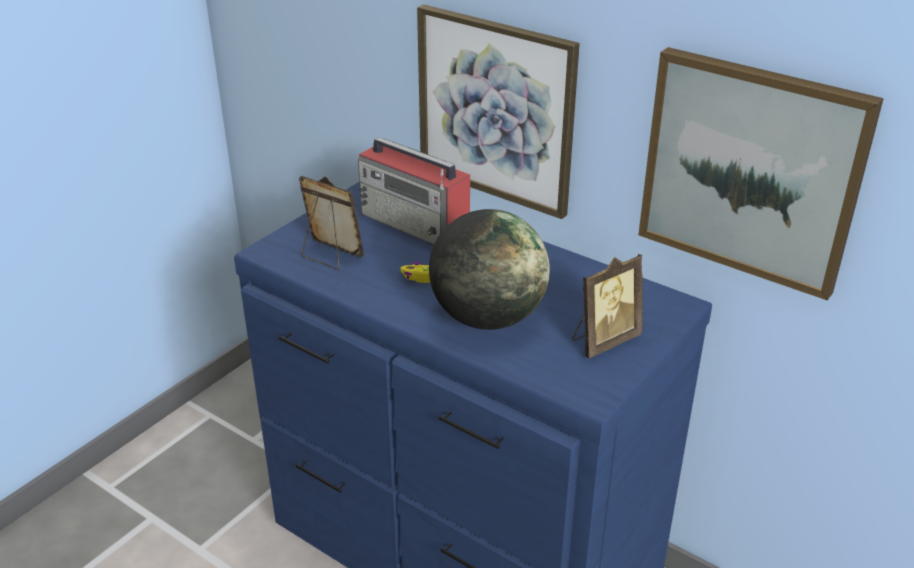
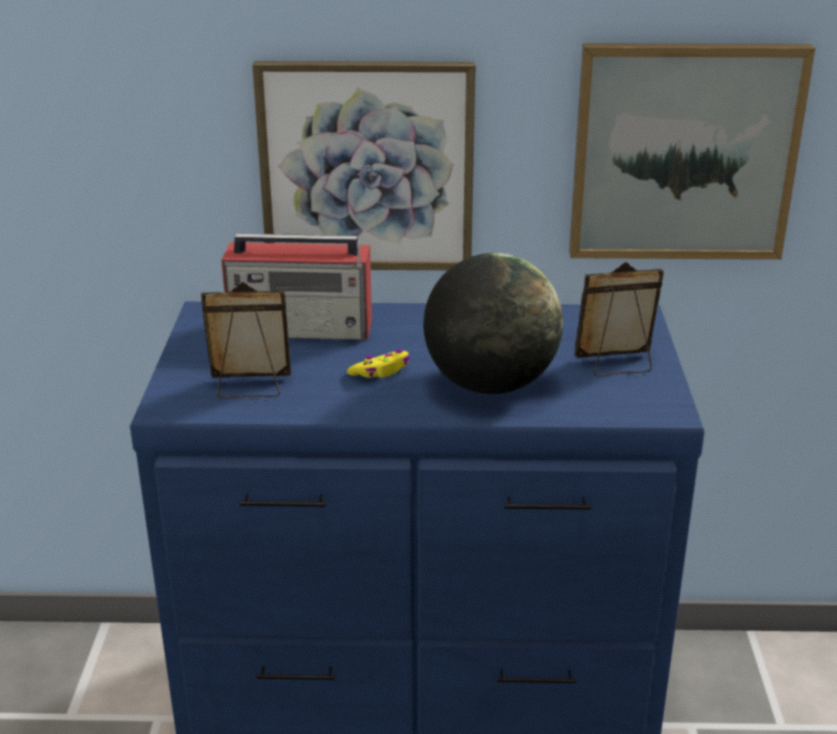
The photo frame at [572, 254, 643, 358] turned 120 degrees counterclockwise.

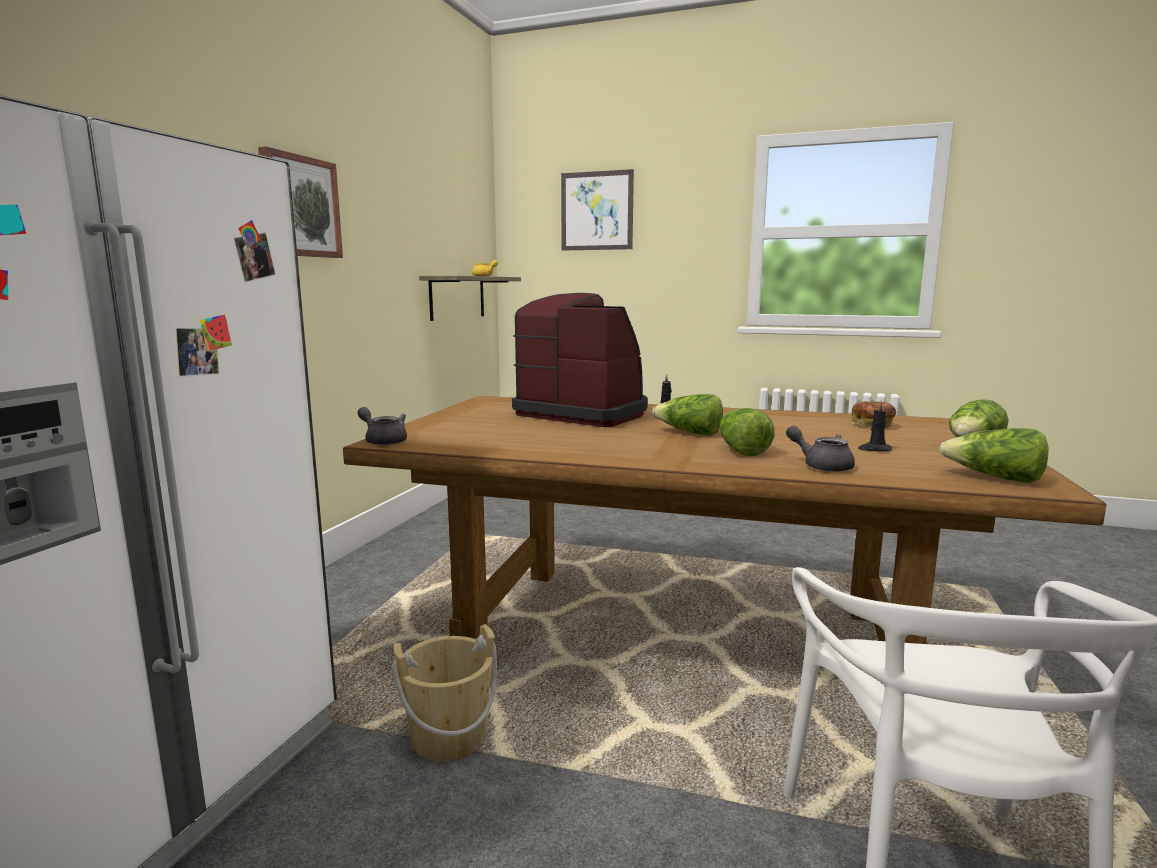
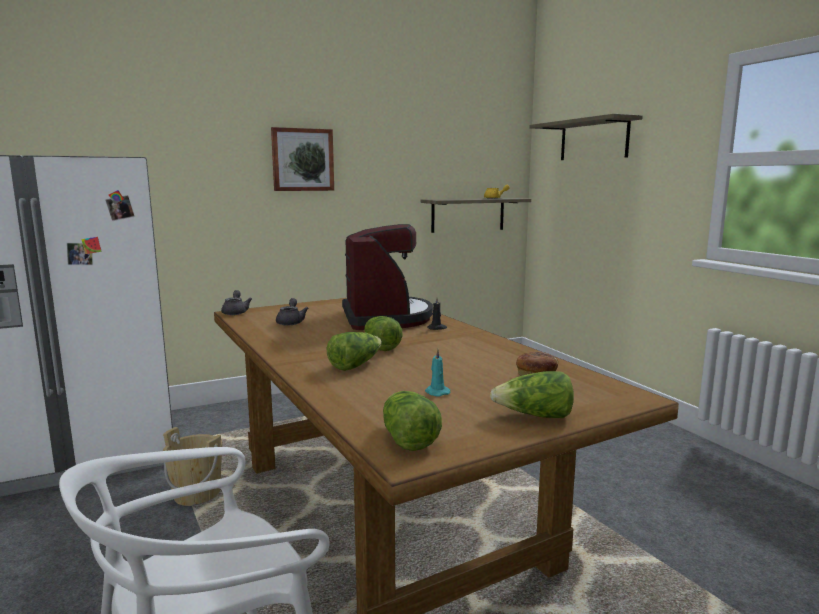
The pot for tea (gray) moved from [786, 426, 855, 472] to [276, 298, 309, 326].
The wax light (blackish) at [858, 401, 892, 452] became the wax light (blue-green) at [425, 349, 450, 396].
The picture at [561, 169, 634, 251] was replaced by the bracket shelf at [529, 114, 643, 160].

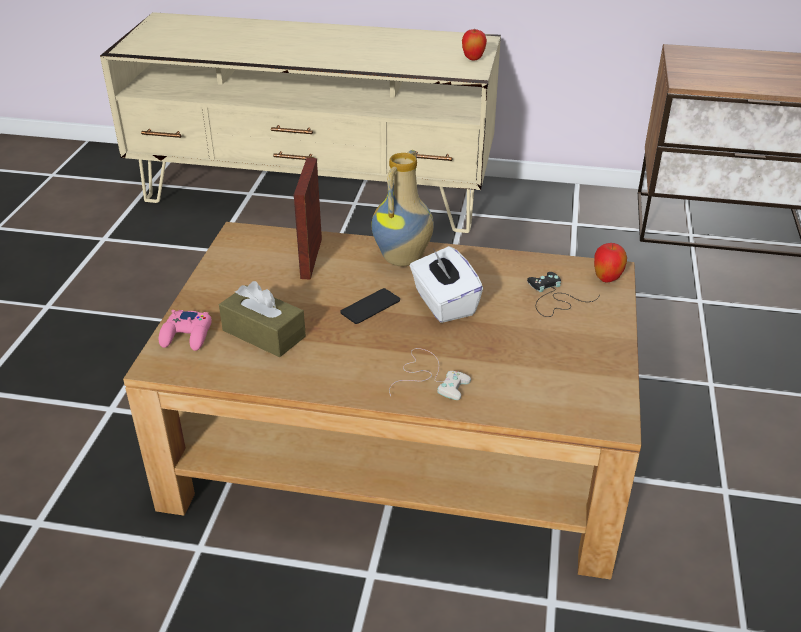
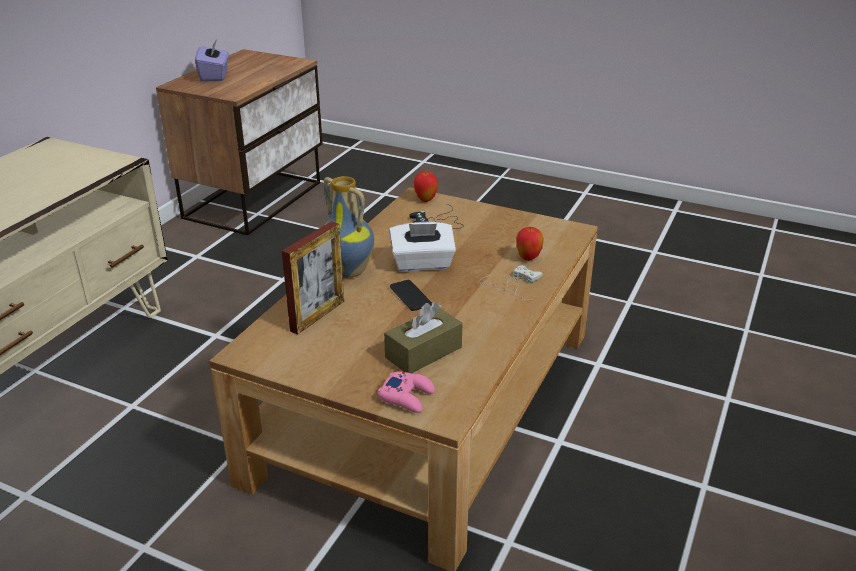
The tissue holder (purple) at [195, 39, 229, 82] appeared.
The photo frame at [294, 158, 322, 280] turned 75 degrees counterclockwise.
The apple fruit moved from [462, 29, 487, 60] to [517, 227, 544, 261].

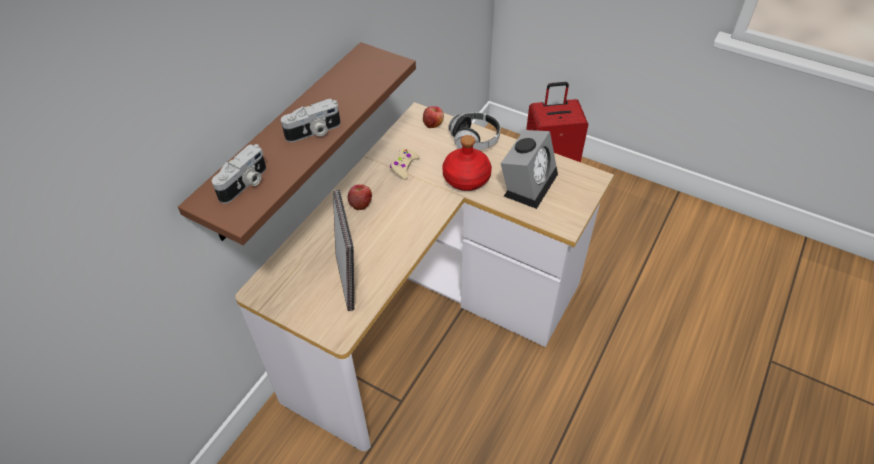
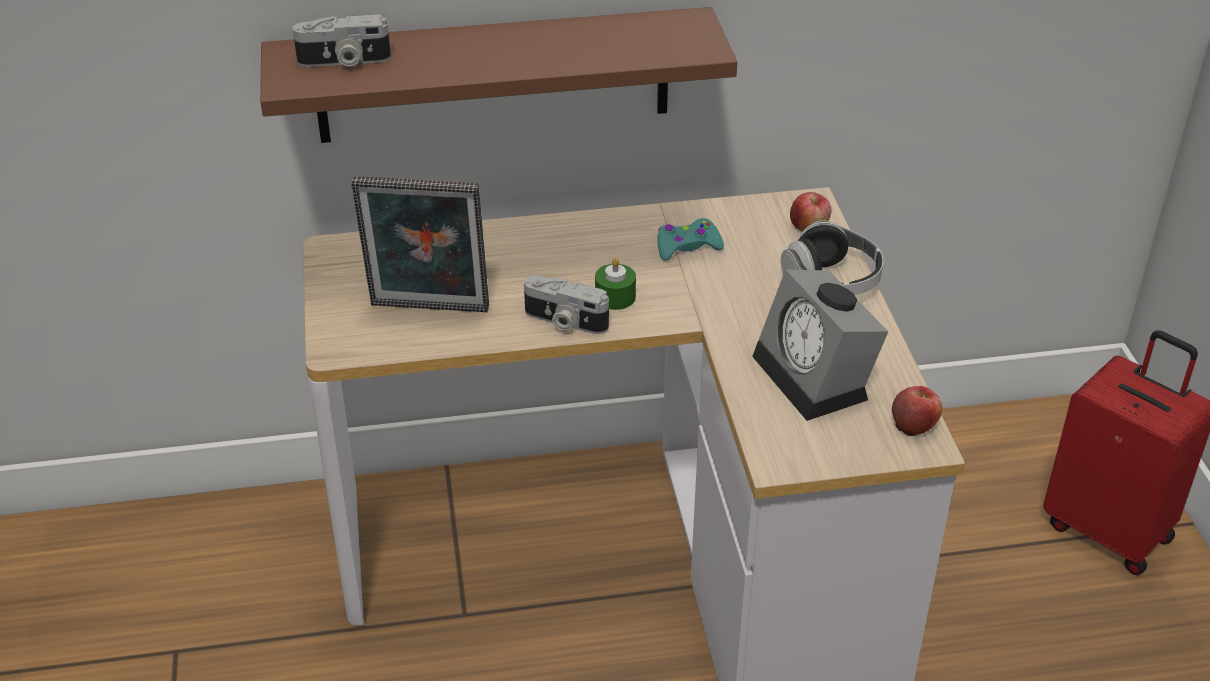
The photo frame at [333, 190, 354, 311] turned 60 degrees clockwise.
The still camera moved from [281, 99, 341, 142] to [524, 276, 609, 334].
The wax light (green) at [595, 258, 636, 310] appeared.
The game controller (beige-coloured) at [390, 148, 420, 180] became the game controller (blue-green) at [657, 218, 724, 261].
The bedside clock at [501, 130, 558, 209] turned 75 degrees clockwise.
The apple fruit moved from [348, 184, 372, 210] to [892, 386, 943, 436].
The beverage bottle (red-coloured) at [442, 135, 492, 191] disappeared.

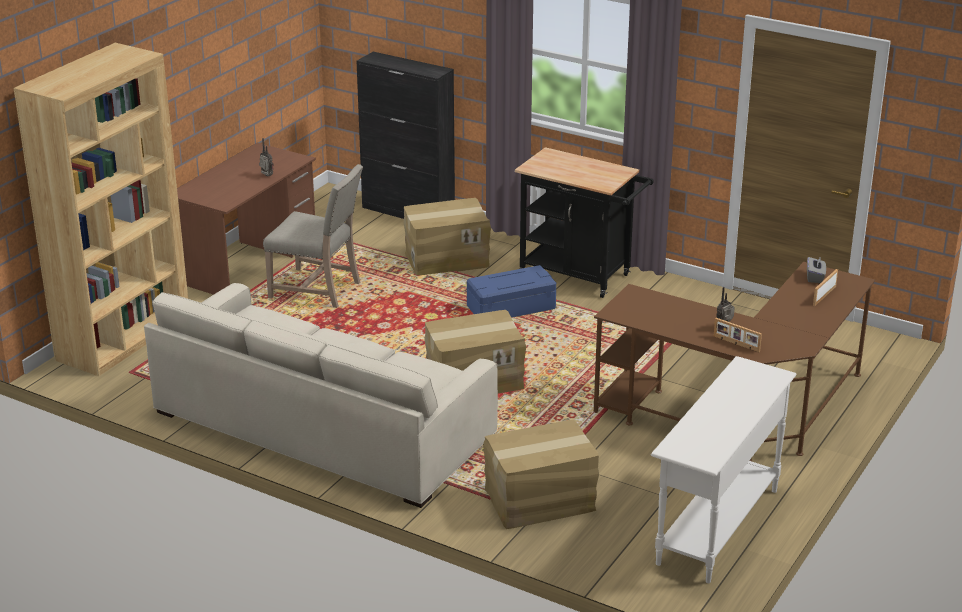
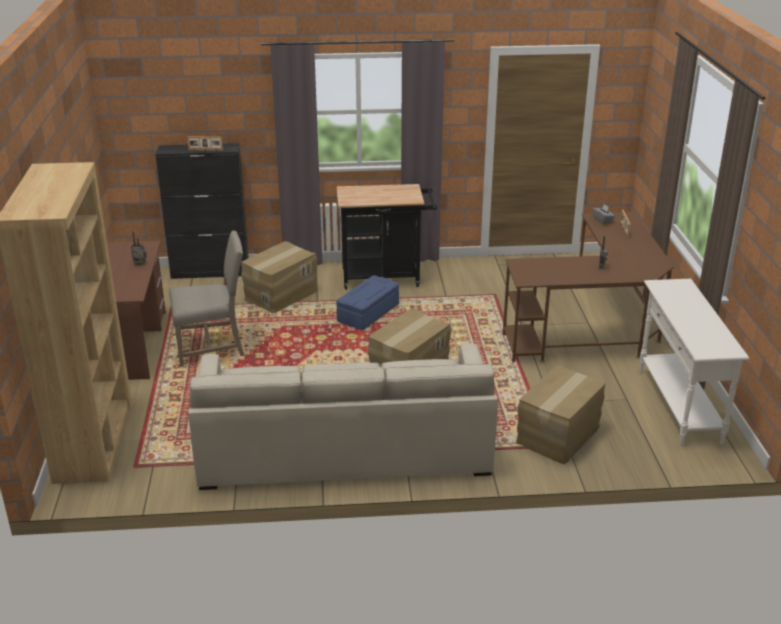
The photo frame moved from [714, 318, 762, 352] to [187, 136, 223, 151].

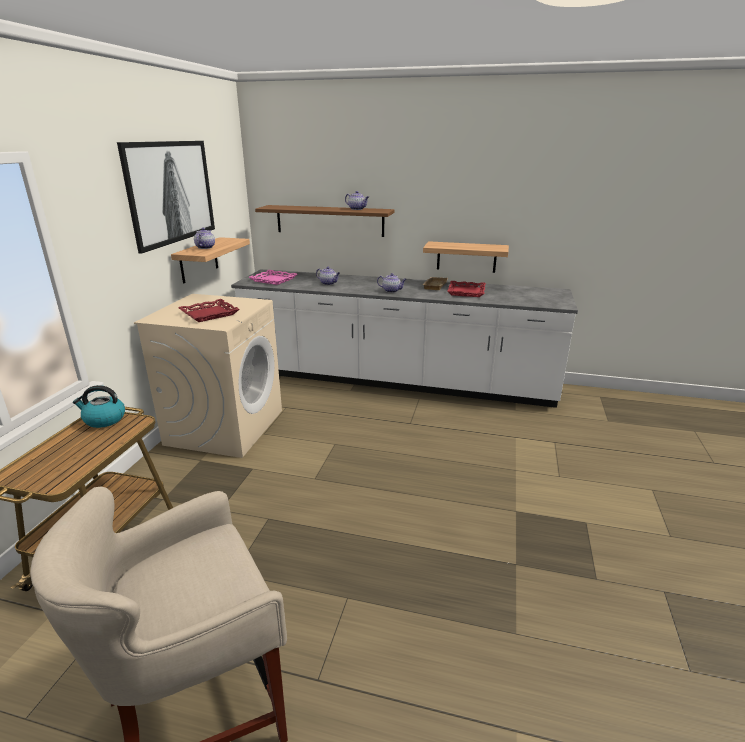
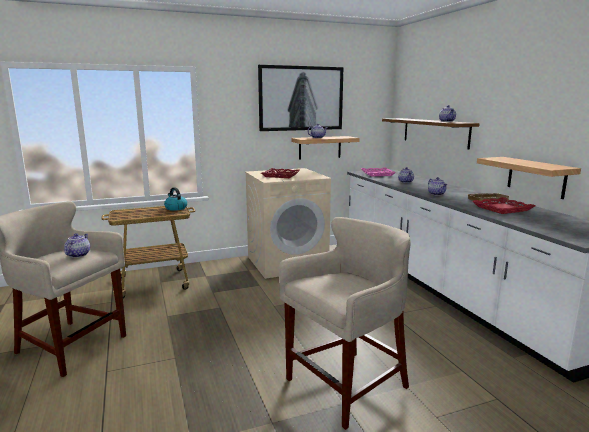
The pot for tea at [64, 233, 90, 258] appeared.
The stool (beige-coloured) at [279, 217, 411, 430] appeared.

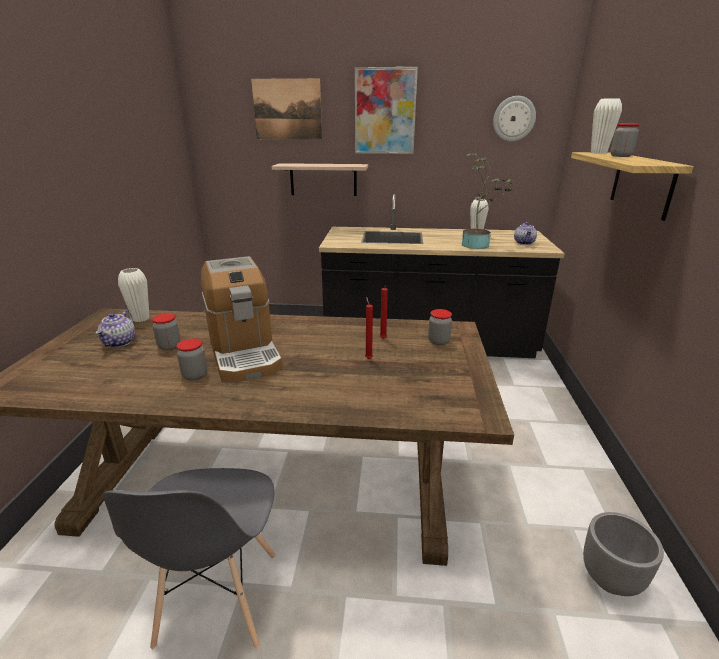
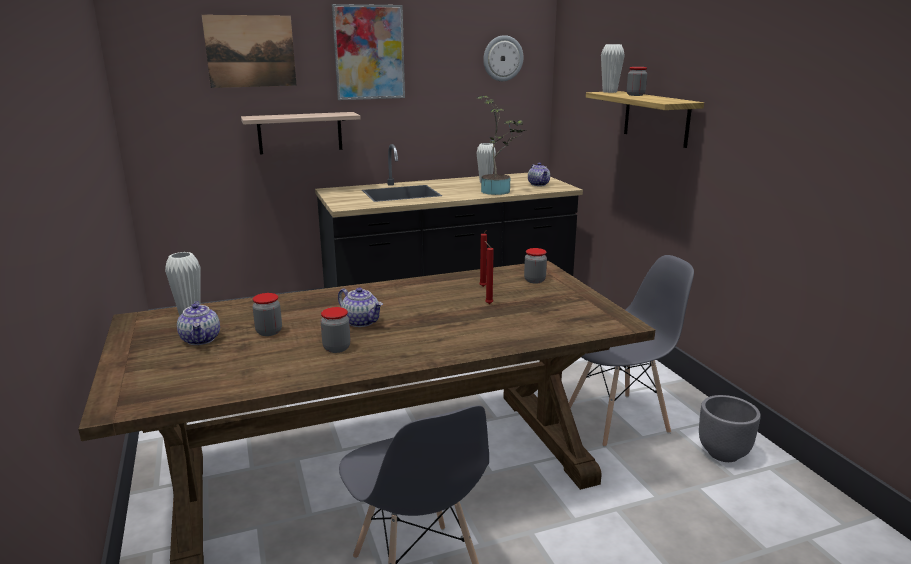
The coffee brewer at [201, 256, 282, 382] was replaced by the pot for tea at [338, 287, 383, 327].
The chair (gray) at [569, 255, 694, 447] appeared.

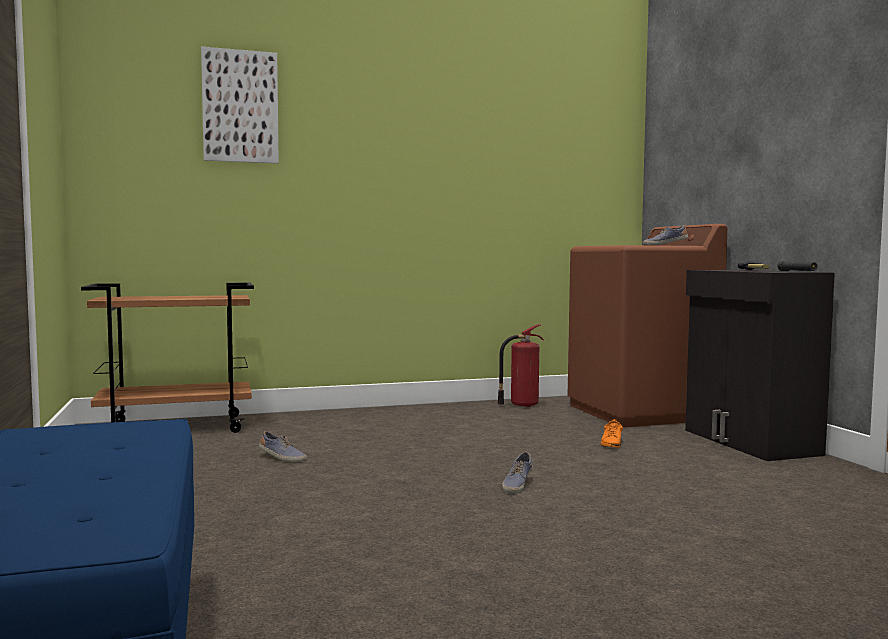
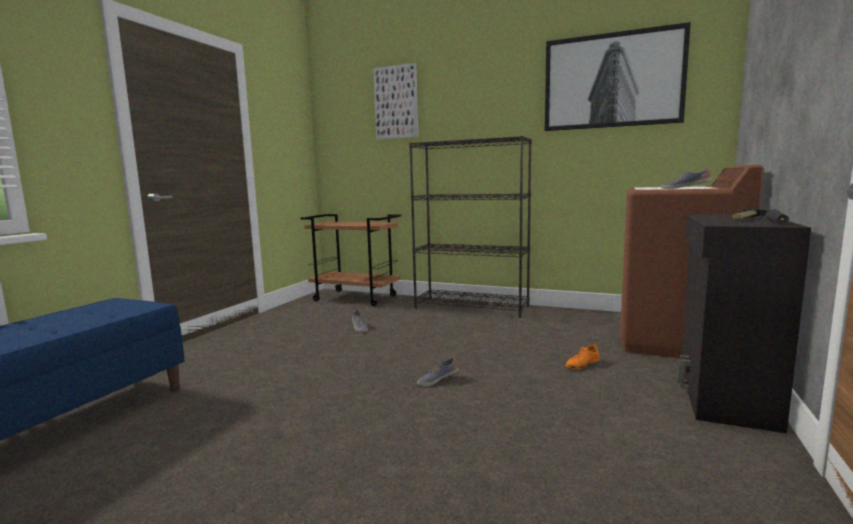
The bookshelf (blackish) at [409, 136, 532, 318] appeared.
The picture at [545, 22, 691, 131] appeared.
The fire-fighting cylinder at [498, 324, 544, 407] disappeared.

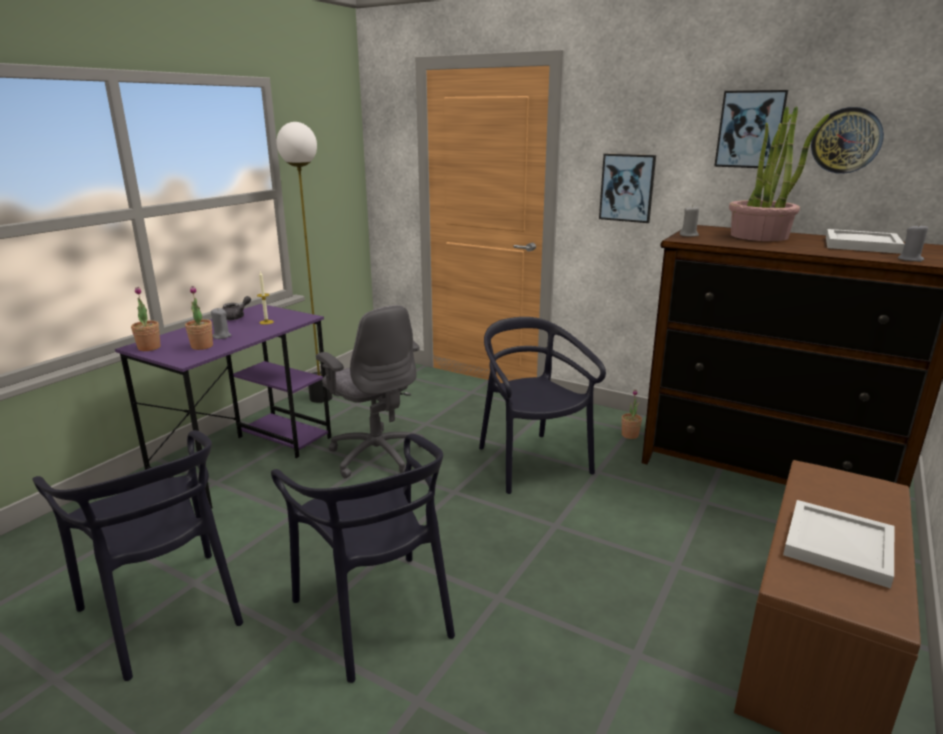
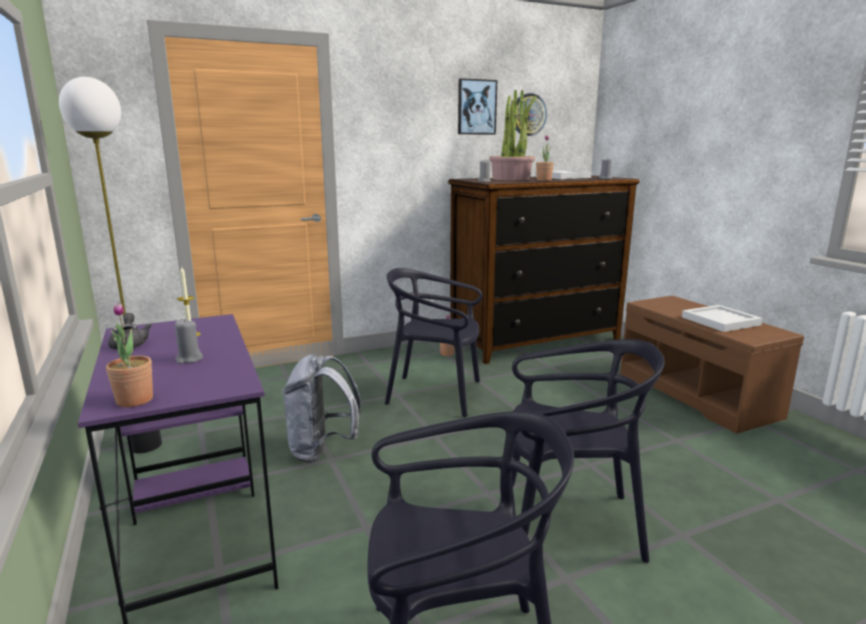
The office chair (gray) at [316, 305, 425, 478] was replaced by the backpack (gray) at [282, 354, 361, 463].
The potted plant moved from [185, 286, 213, 350] to [536, 135, 554, 181].
The picture at [599, 154, 656, 223] disappeared.

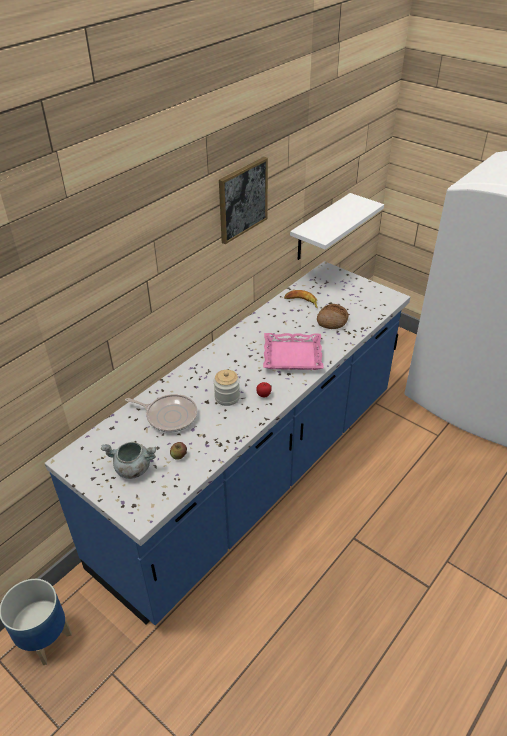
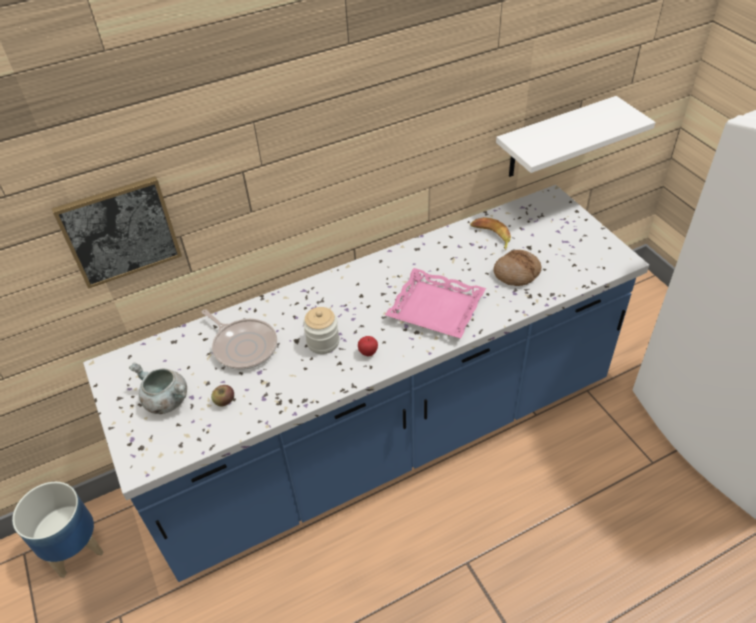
The picture moved from [219, 157, 268, 244] to [52, 176, 182, 289].

